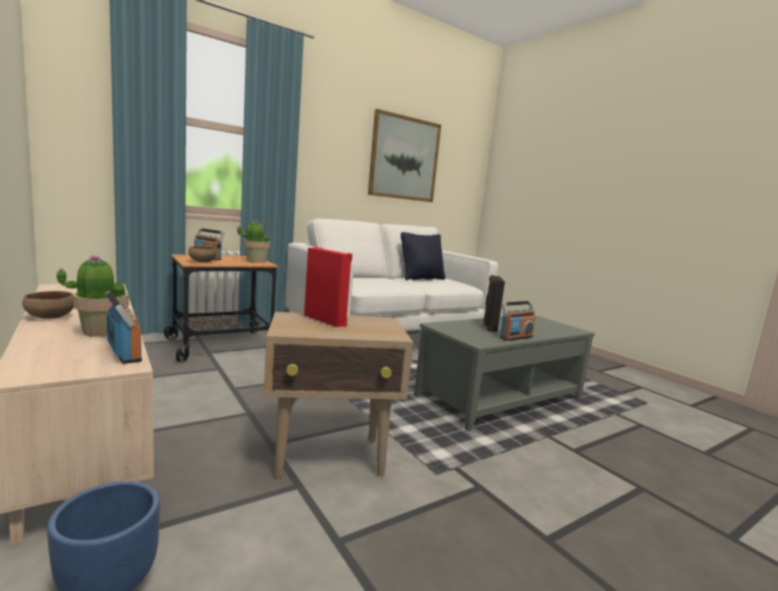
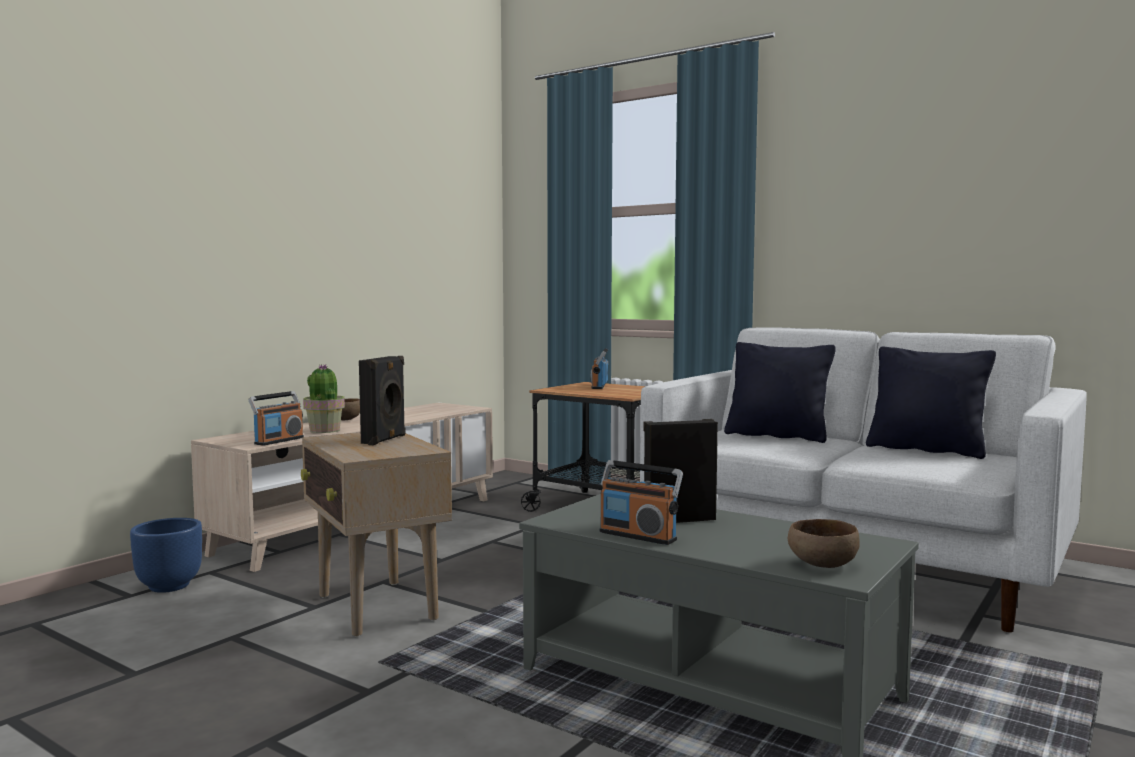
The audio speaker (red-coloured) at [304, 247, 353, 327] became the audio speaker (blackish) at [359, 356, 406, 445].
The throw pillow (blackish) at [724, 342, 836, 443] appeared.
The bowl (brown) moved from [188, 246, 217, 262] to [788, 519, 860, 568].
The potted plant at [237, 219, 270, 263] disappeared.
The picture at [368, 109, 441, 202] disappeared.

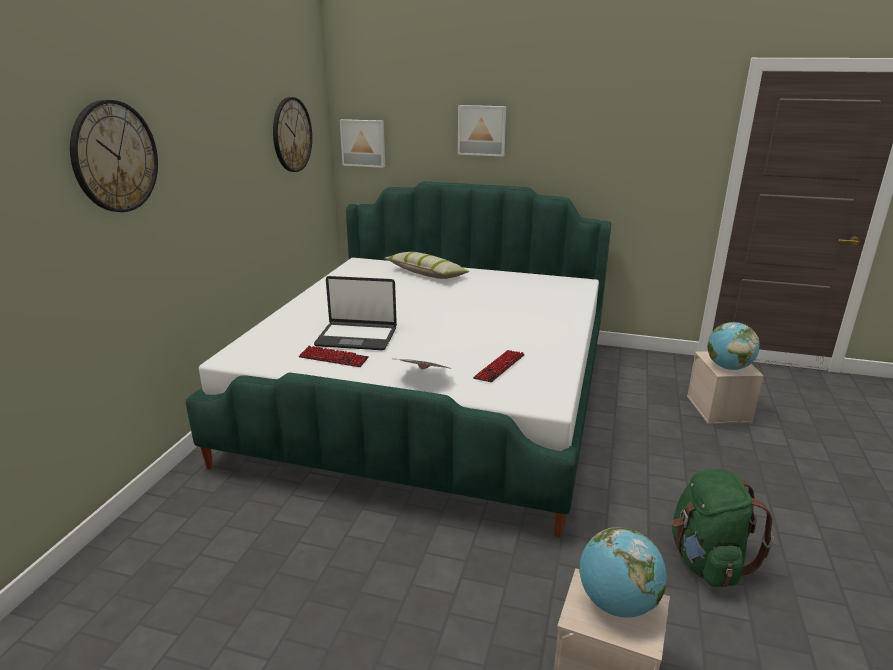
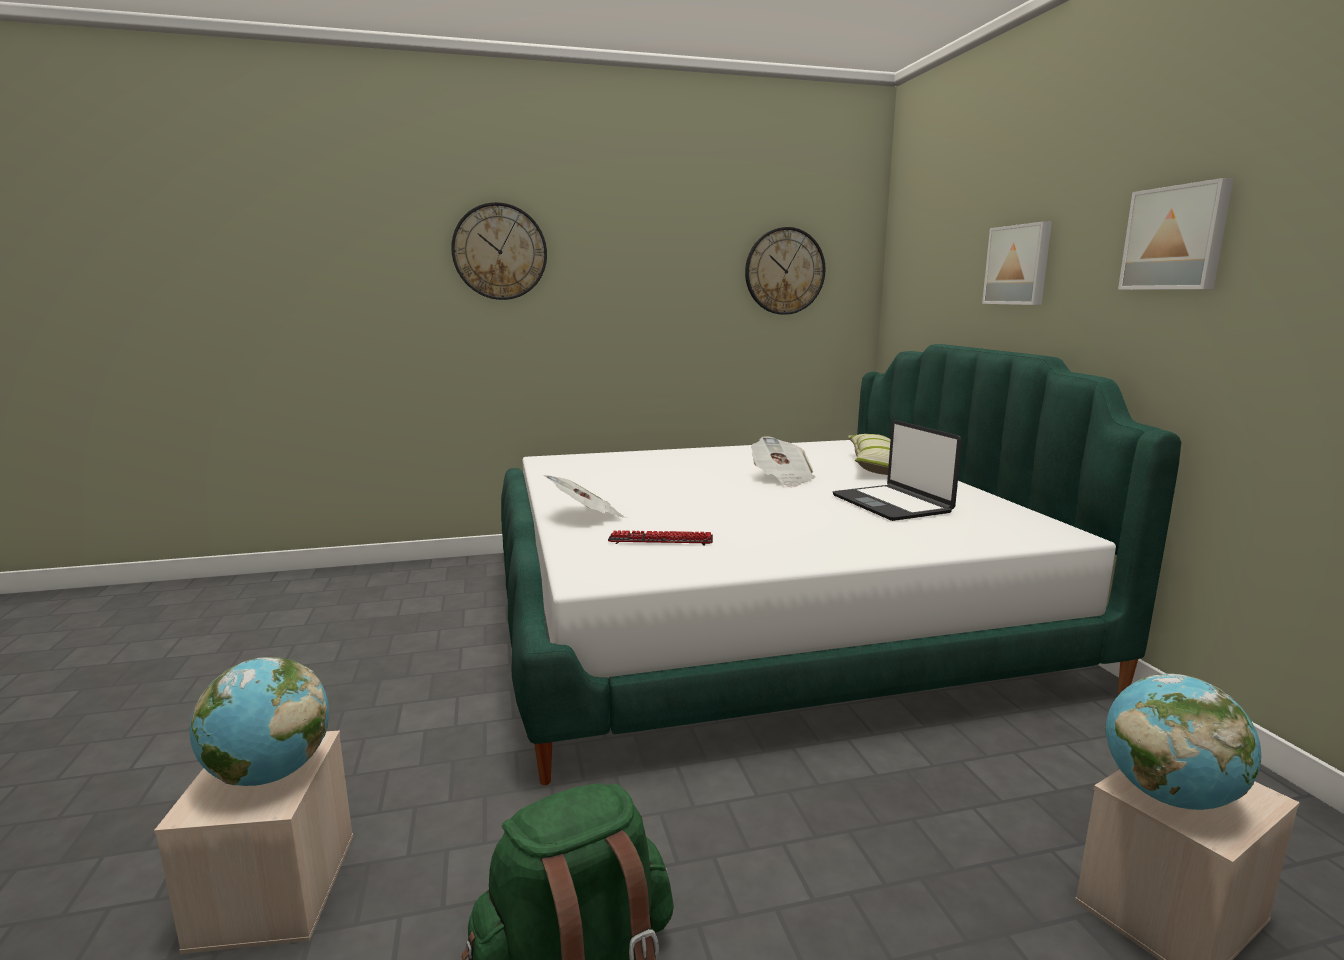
The printed paper at [751, 436, 815, 488] appeared.
The laptop moved from [314, 276, 397, 350] to [833, 420, 962, 521].
The picture moved from [340, 119, 385, 168] to [1118, 178, 1234, 290].
The keyboard at [299, 346, 369, 367] disappeared.

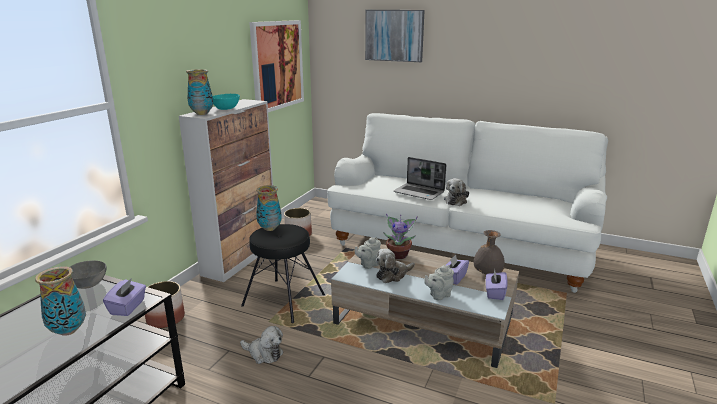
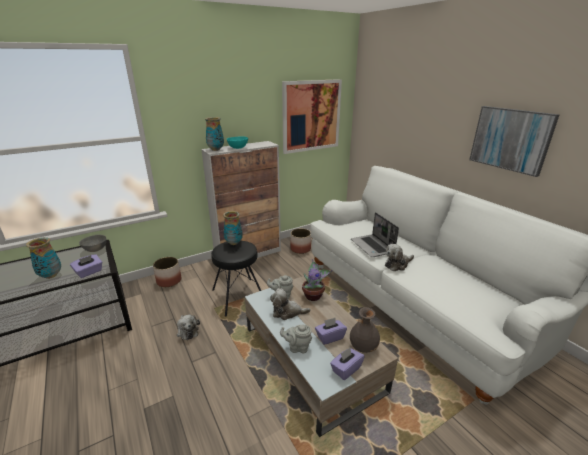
The picture moved from [365, 10, 425, 62] to [469, 106, 560, 177].

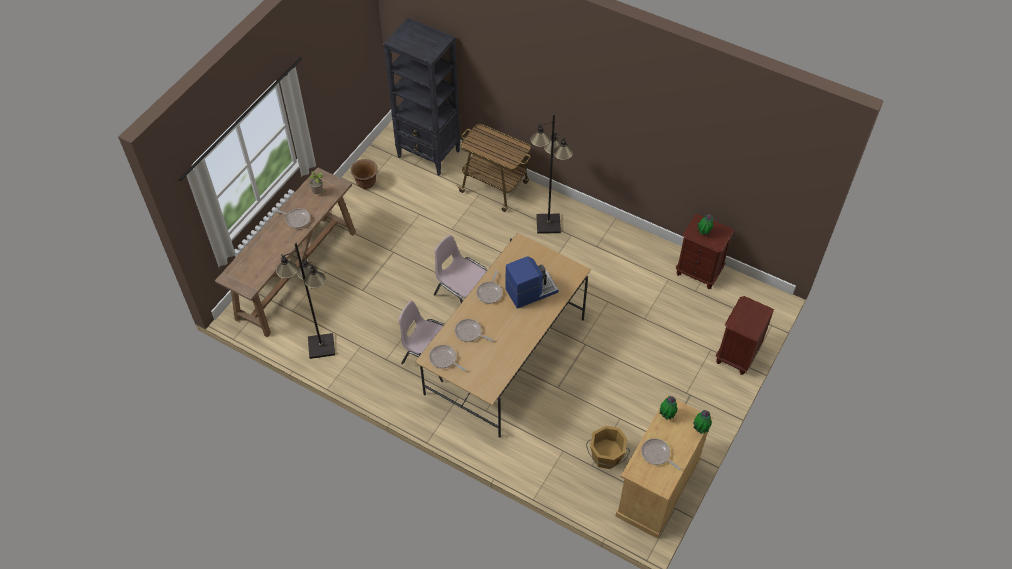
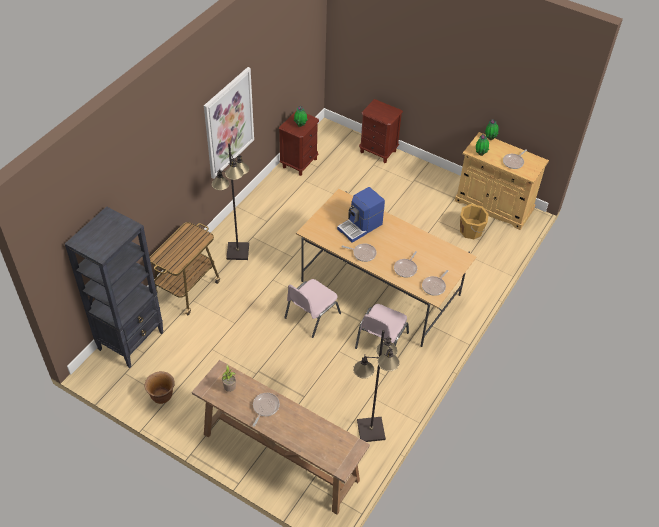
The picture at [204, 67, 254, 179] appeared.
The coffee brewer at [505, 256, 559, 309] turned 105 degrees counterclockwise.

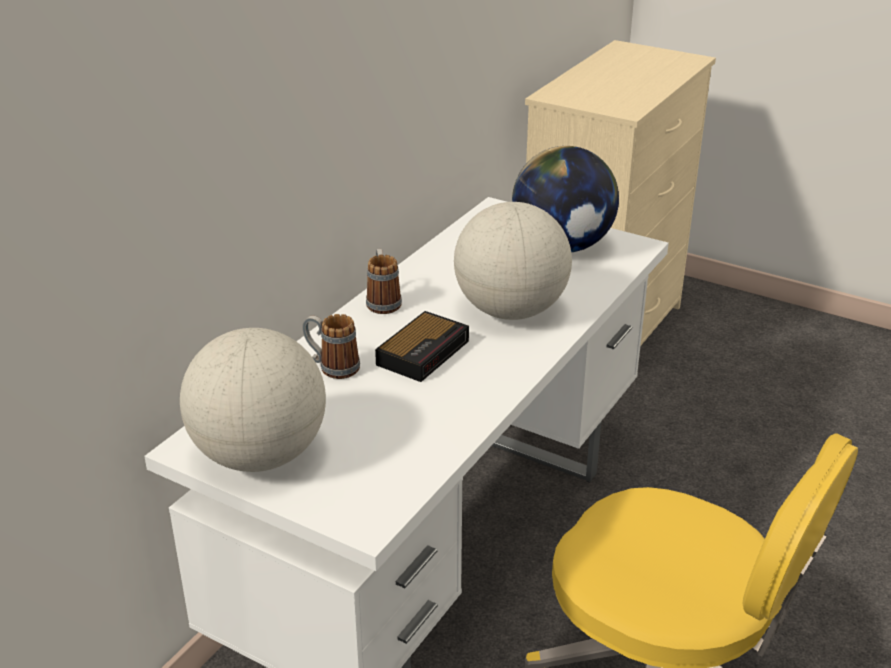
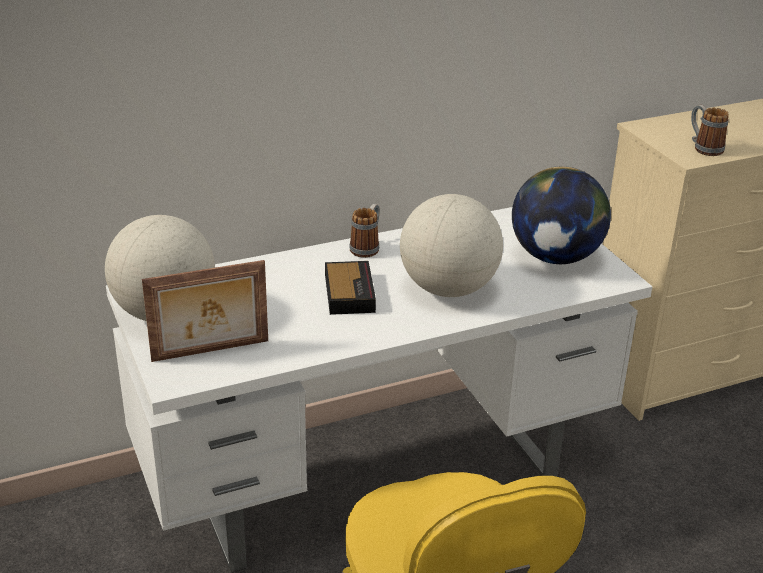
The photo frame at [142, 260, 268, 362] appeared.
The bedside clock at [375, 311, 469, 382] turned 75 degrees counterclockwise.
The tea mug moved from [302, 314, 360, 379] to [691, 105, 729, 156].

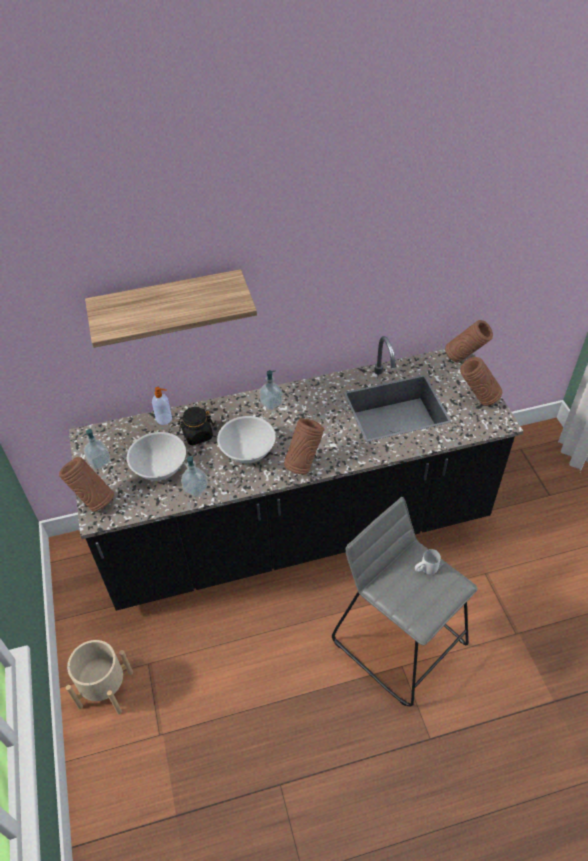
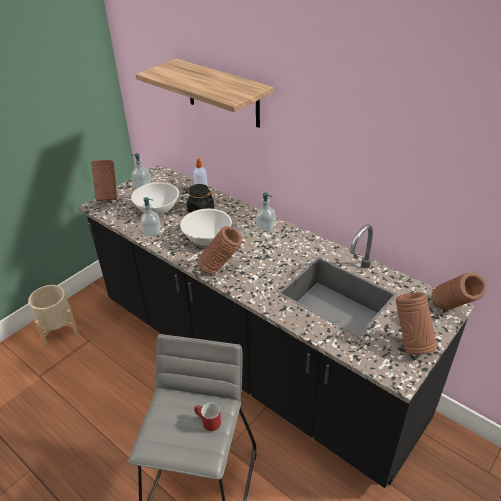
The tea mug (whitish) at [415, 549, 441, 575] became the tea mug (red-coloured) at [194, 403, 221, 431].

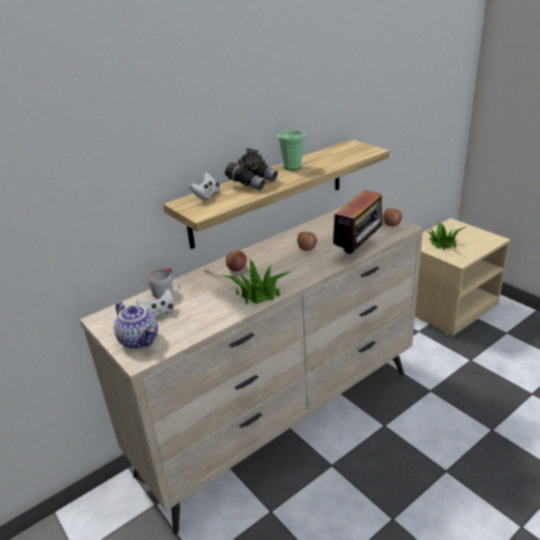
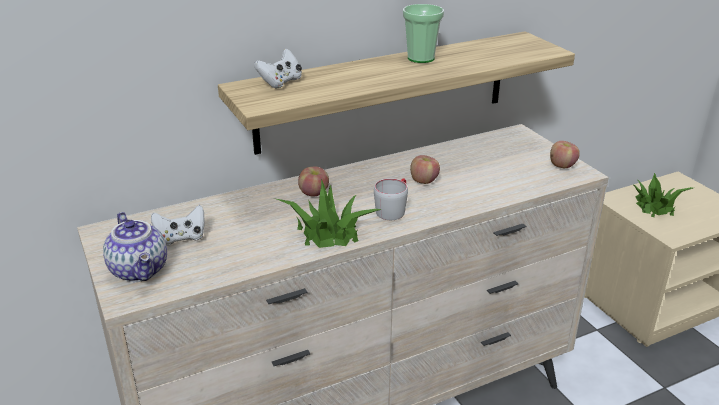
The tea mug (gray) moved from [148, 268, 173, 299] to [374, 178, 408, 220].
The binoculars (gray) at [225, 148, 278, 191] disappeared.
The radio receiver at [333, 190, 384, 258] disappeared.

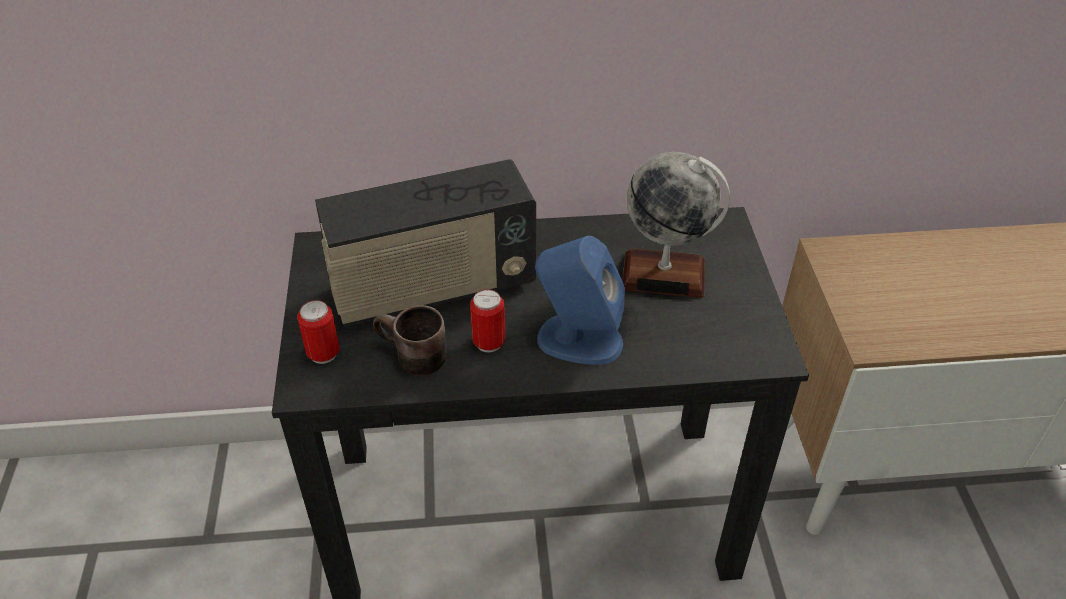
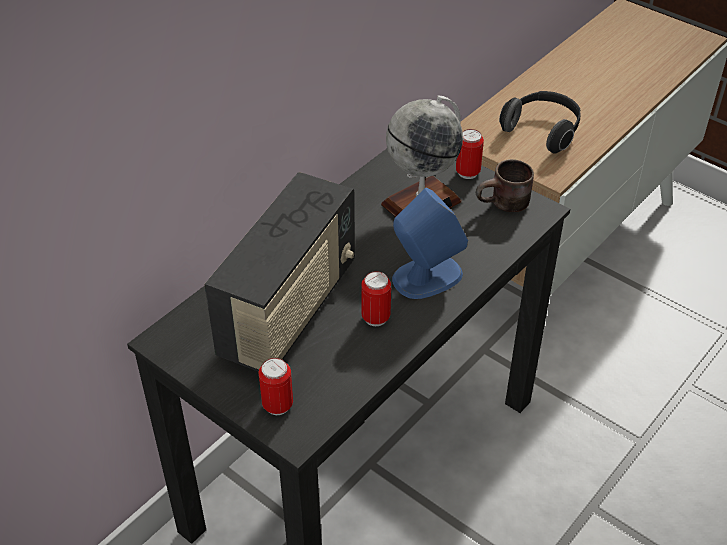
The metal can at [456, 129, 484, 179] appeared.
The tea mug (brown) moved from [373, 305, 446, 375] to [476, 159, 534, 212].
The headphones at [499, 91, 581, 154] appeared.

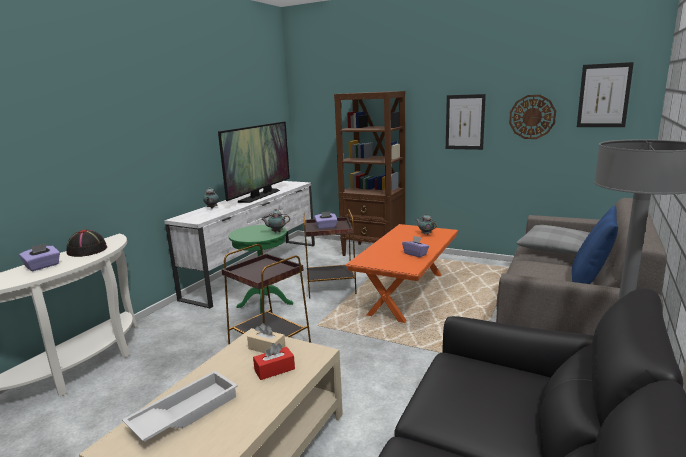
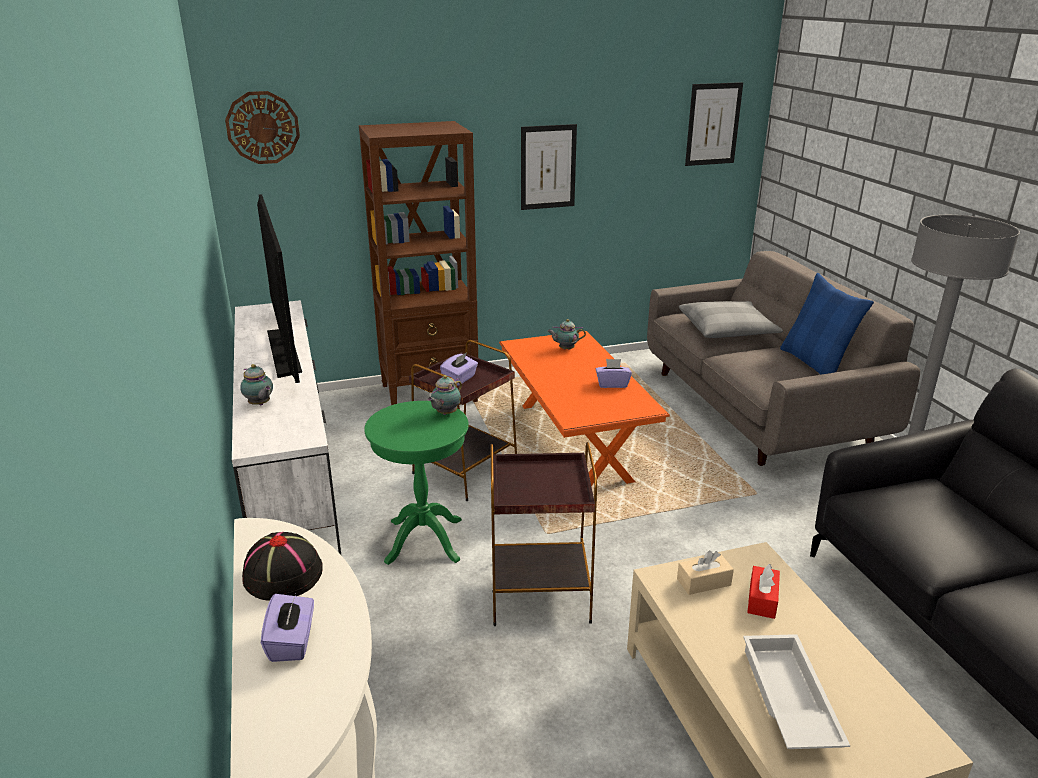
The clock on the wall moved from [509, 95, 556, 139] to [225, 91, 300, 164].

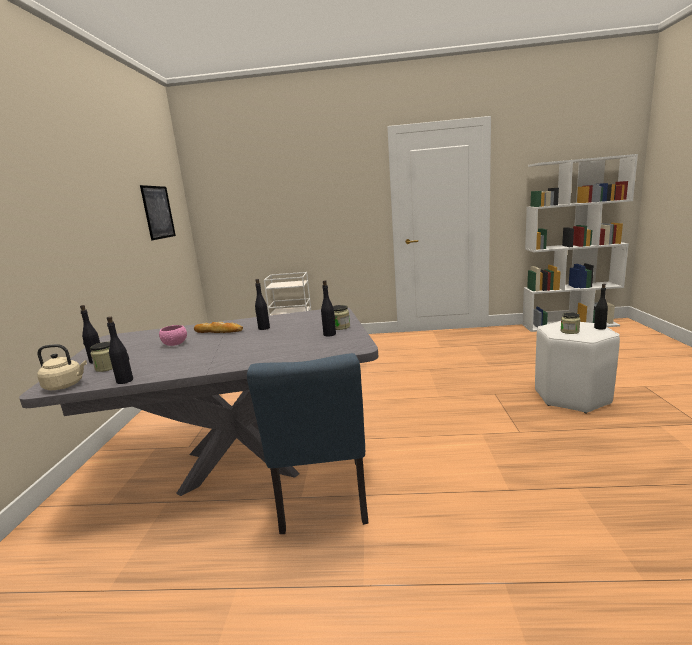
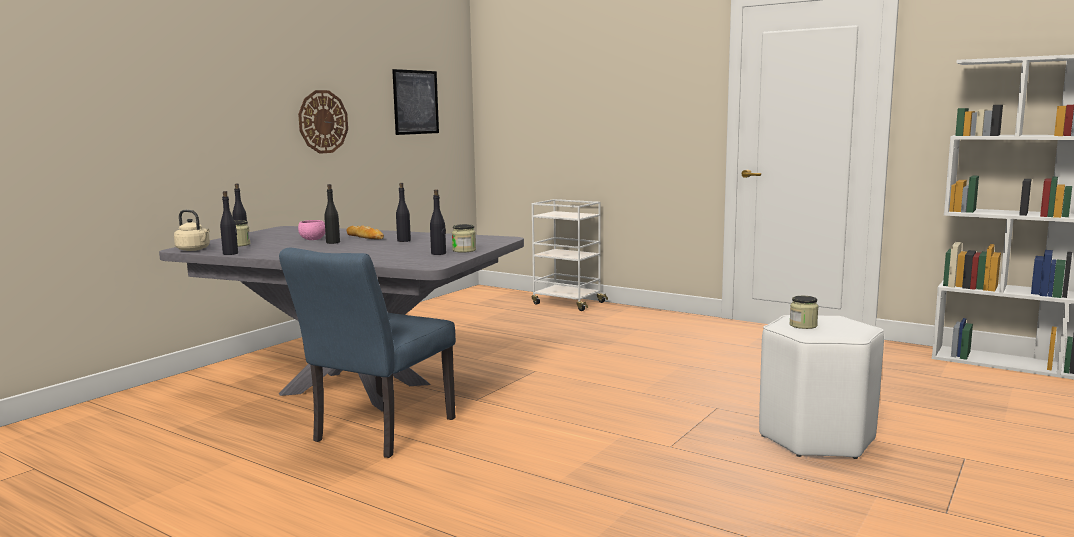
The clock on the wall at [298, 90, 348, 154] appeared.
The beverage bottle (blackish) moved from [594, 284, 608, 329] to [324, 184, 340, 244].

